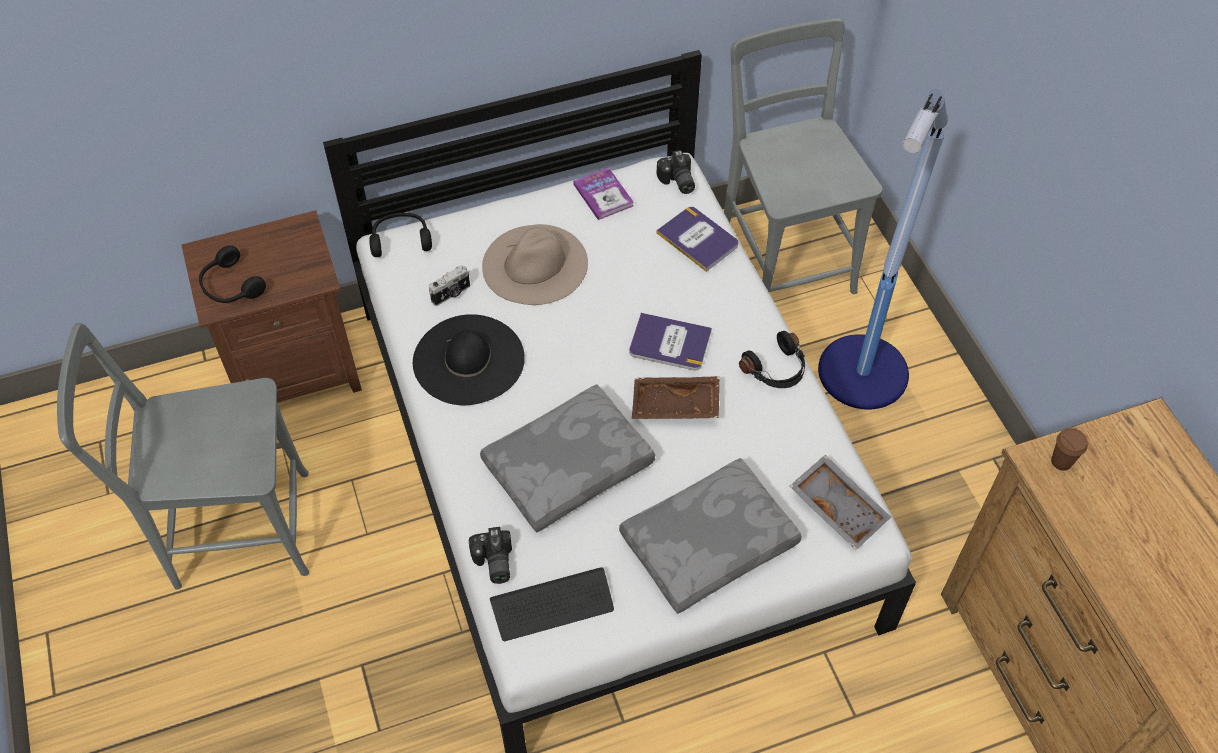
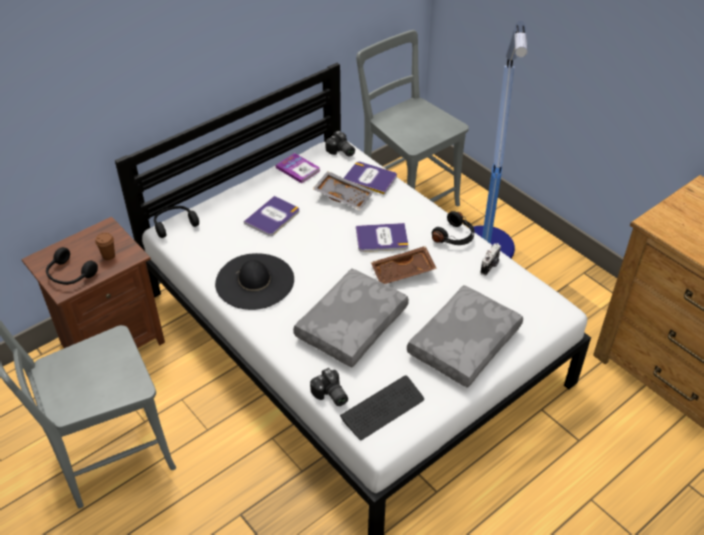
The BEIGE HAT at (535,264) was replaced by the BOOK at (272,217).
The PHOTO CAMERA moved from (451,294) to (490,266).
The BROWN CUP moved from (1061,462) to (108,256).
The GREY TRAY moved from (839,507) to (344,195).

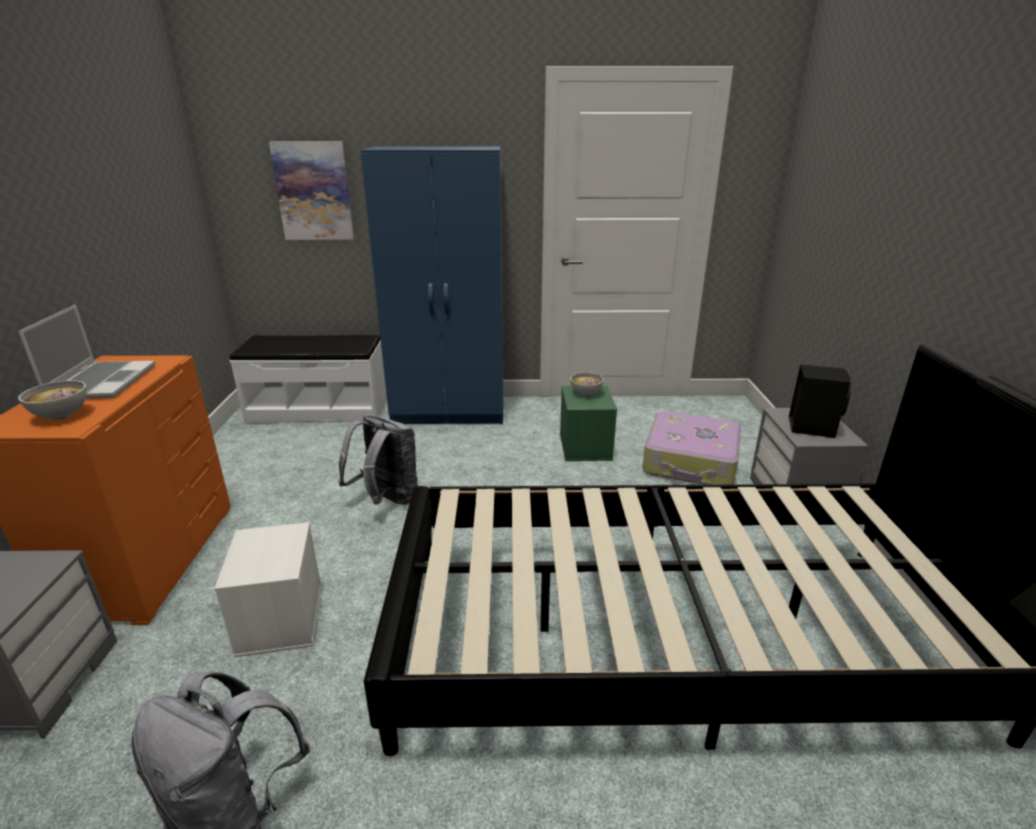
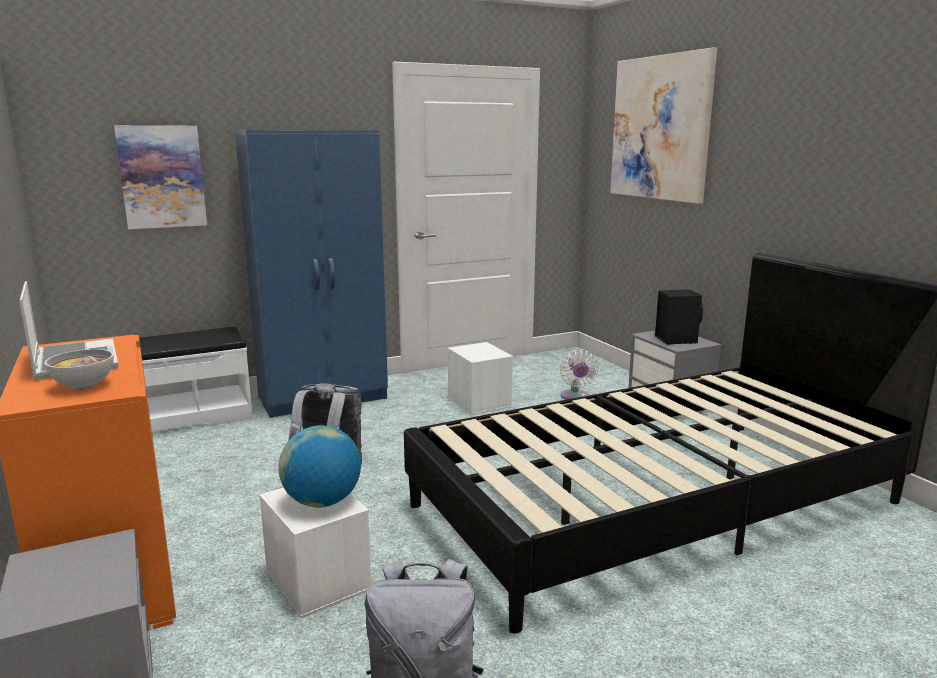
The BOWL at (585,393) disappeared.
The GREEN STORAGE BOX at (584,446) became the WHITE STORAGE BOX at (478,401).
The SUITCASE at (691,462) was replaced by the WHITE FAN at (575,397).
The PICTURE at (660,128) appeared.
The GLOBE at (322,502) appeared.

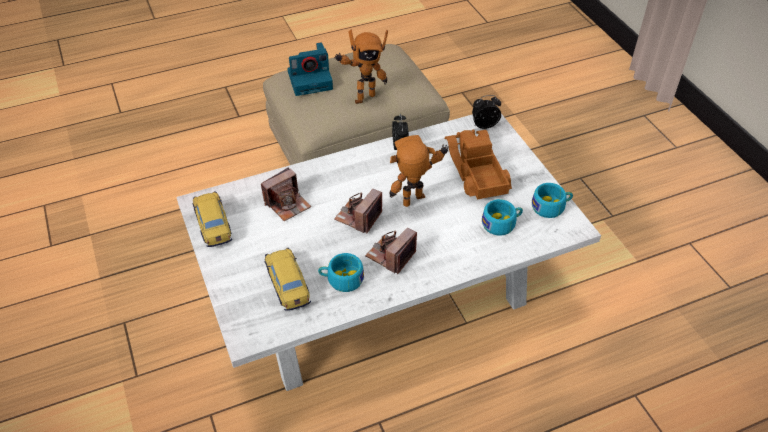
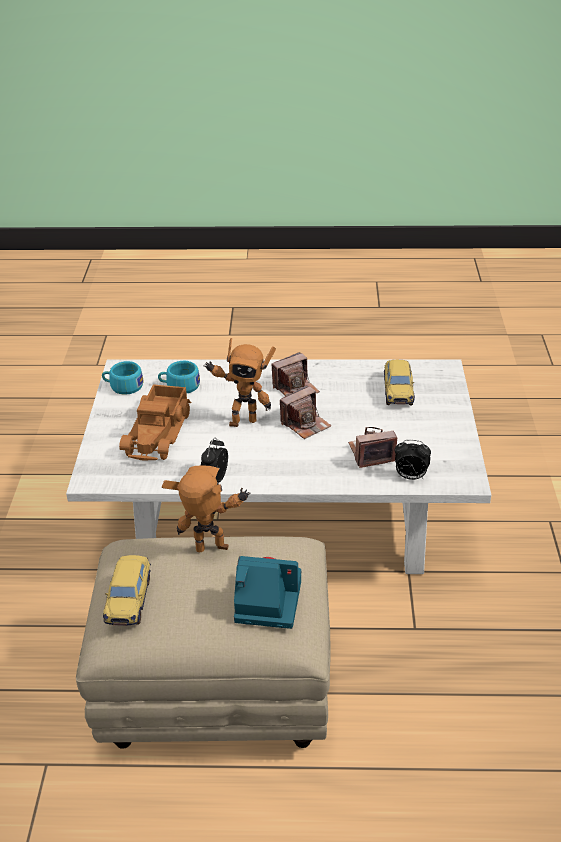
The ALARM CLOCK moved from (484,125) to (410,477).
The TOY CAR moved from (213,226) to (129,599).
The TURQUOISE CUP at (341,279) disappeared.

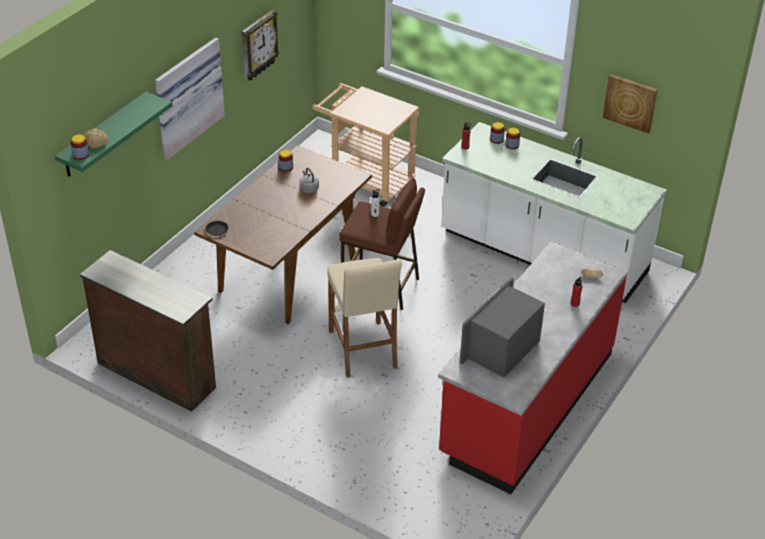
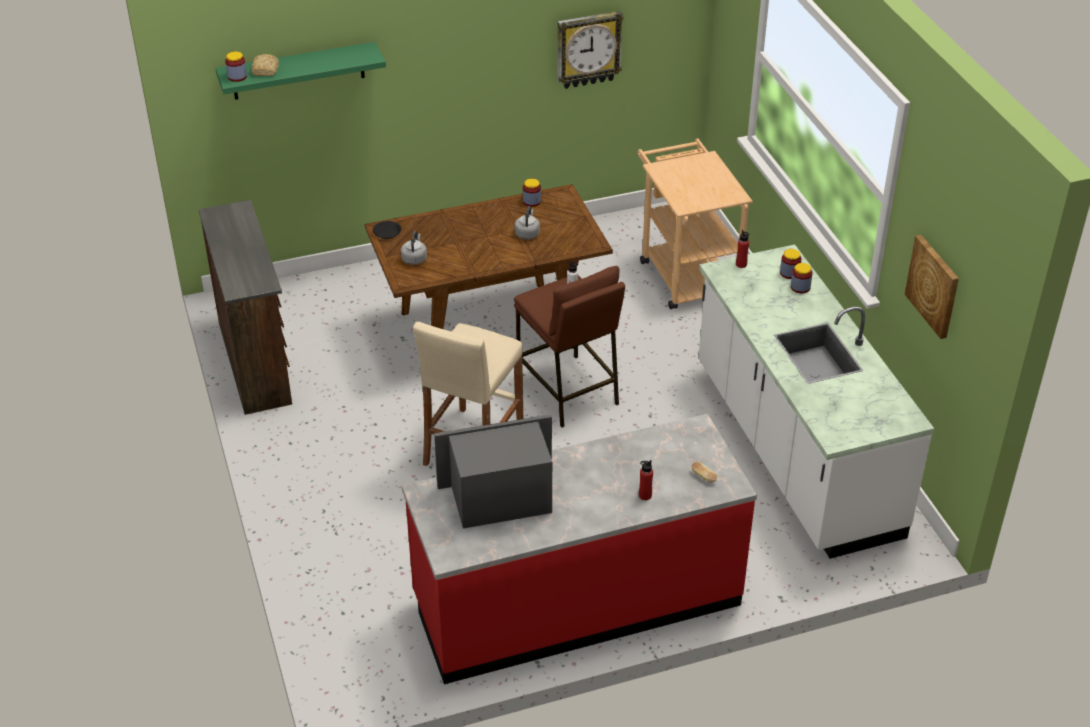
The PICTURE at (187,96) disappeared.
The GREY KETTLE at (414,258) appeared.

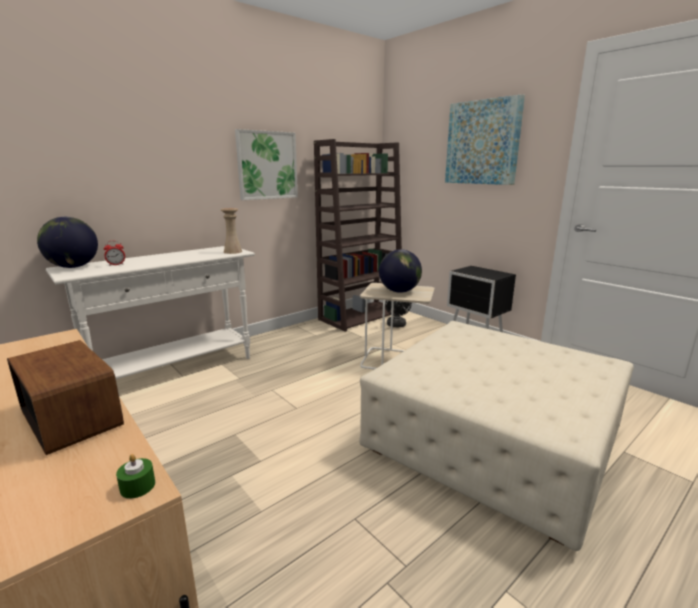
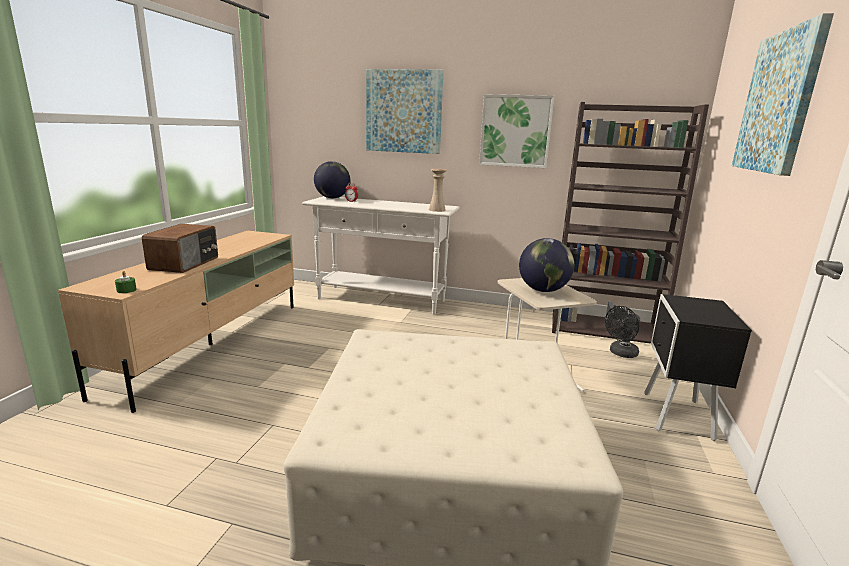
The PICTURE at (404,111) appeared.

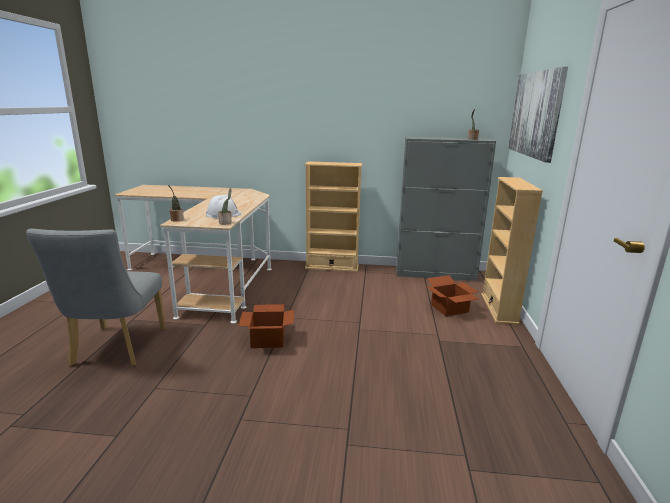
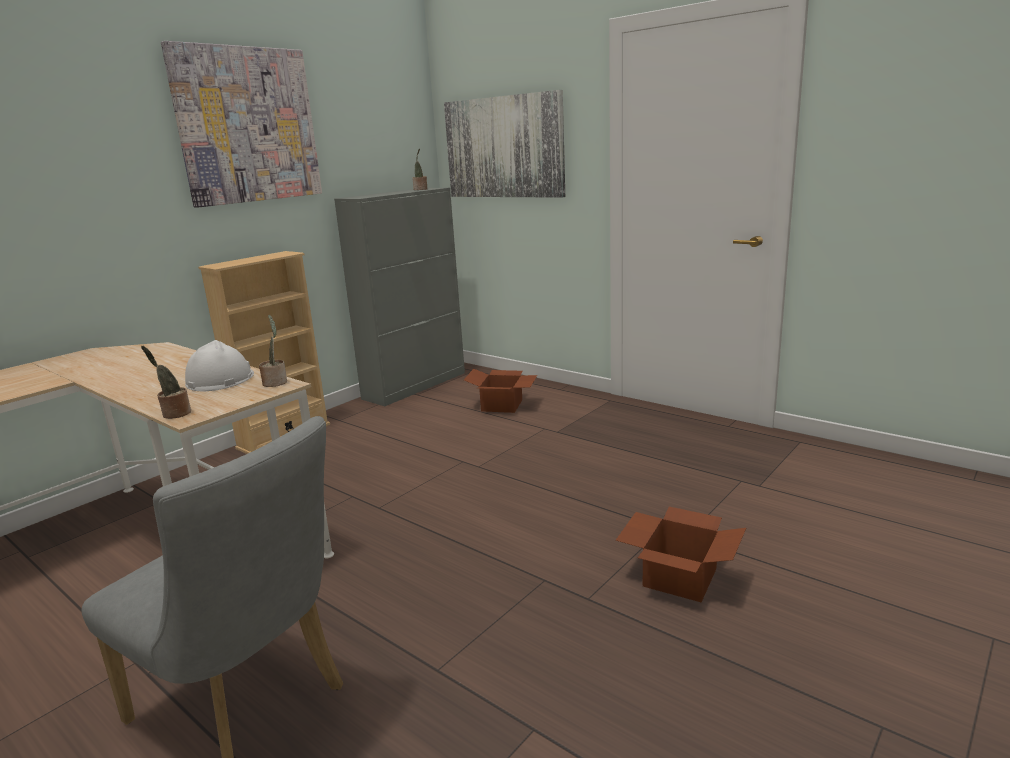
The BEIGE BOOKCASE at (499,308) disappeared.
The CARDBOARD BOX moved from (269,339) to (678,576).
The PICTURE at (247,125) appeared.

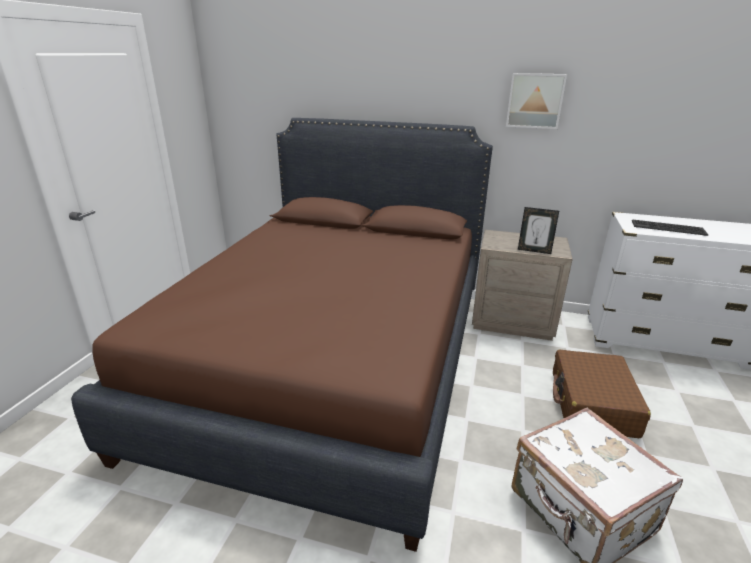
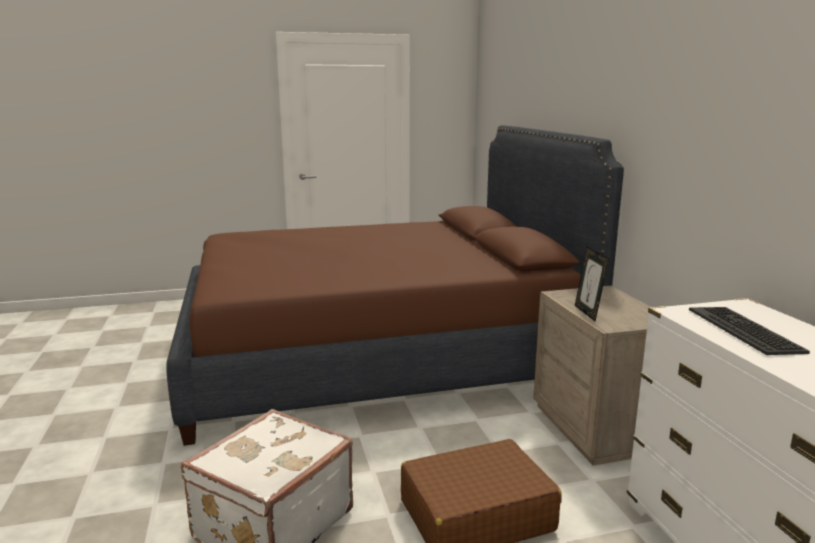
The PICTURE at (535,100) disappeared.

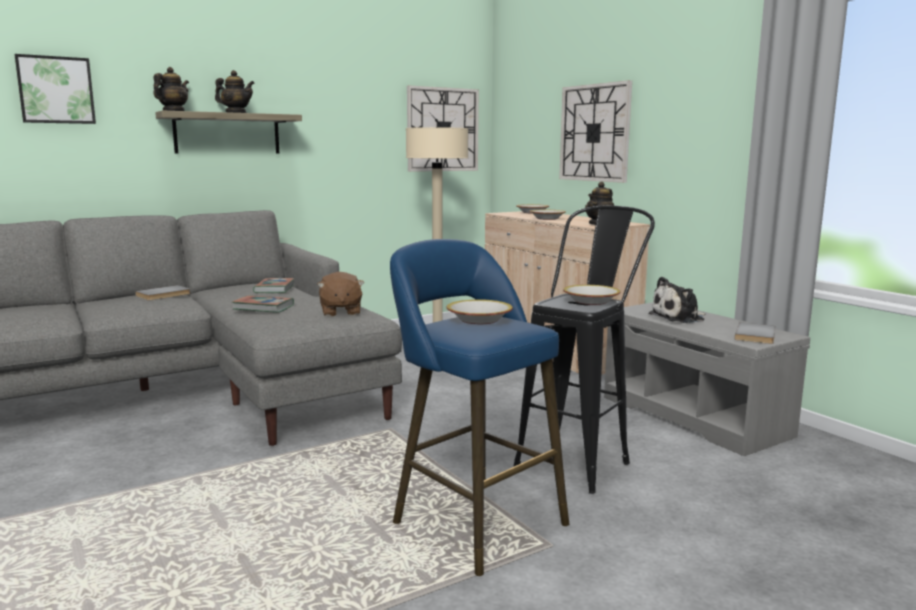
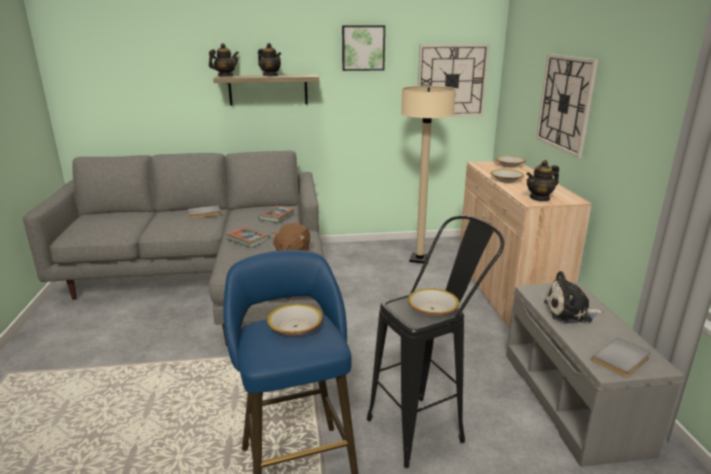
The PICTURE moved from (56,90) to (363,48).

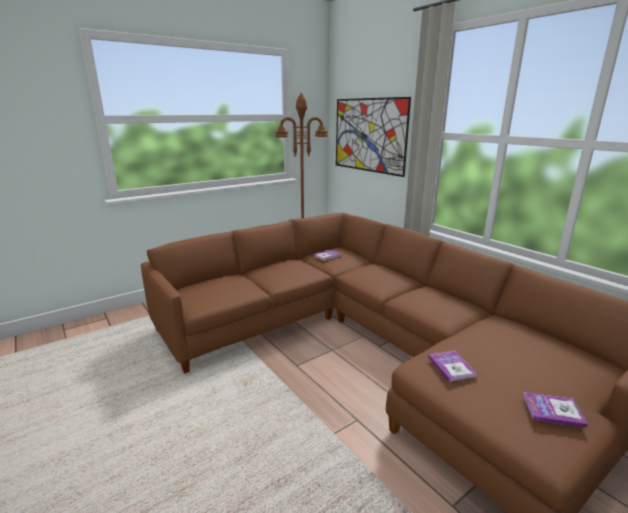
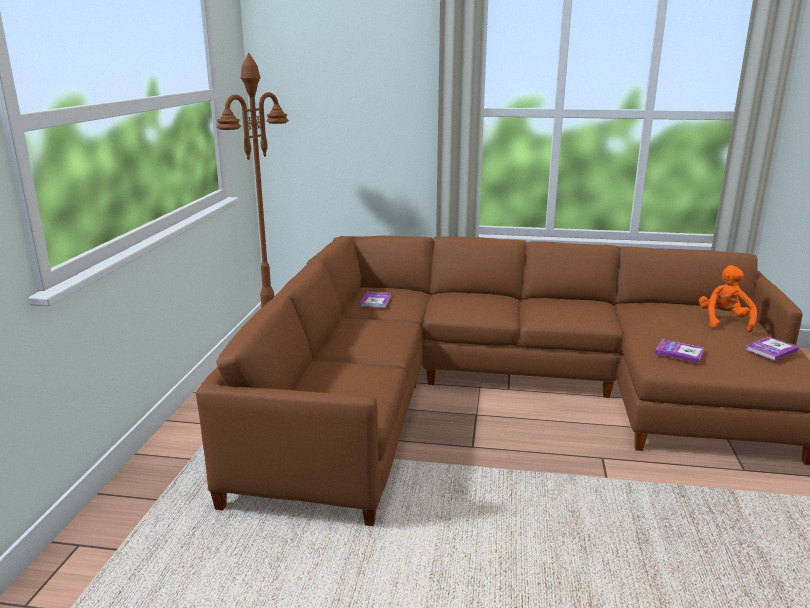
The PICTURE at (369,135) disappeared.
The ORANGE PLUSH TOY at (724,321) appeared.

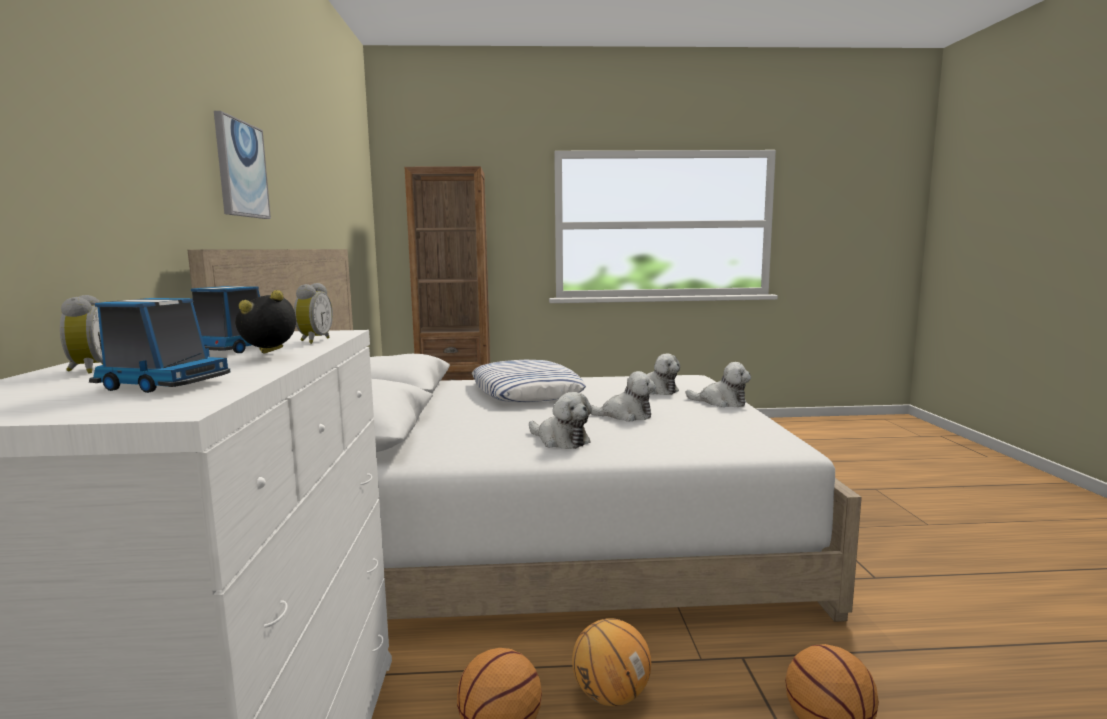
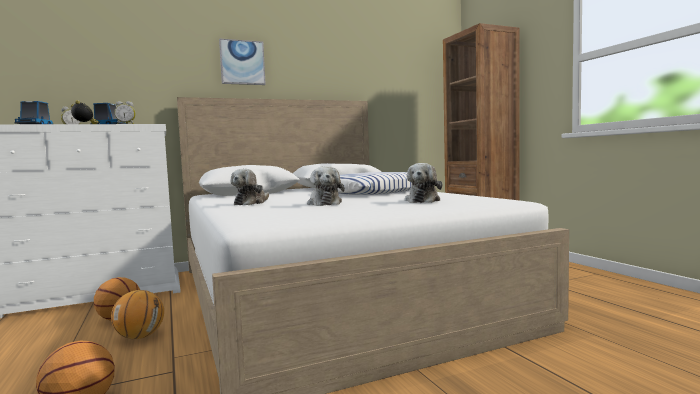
The PLUSH TOY at (721,402) disappeared.

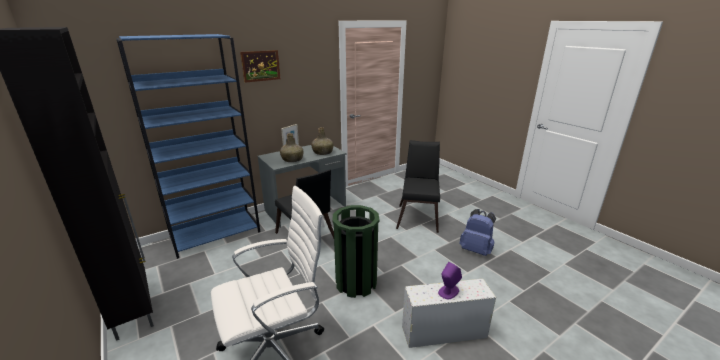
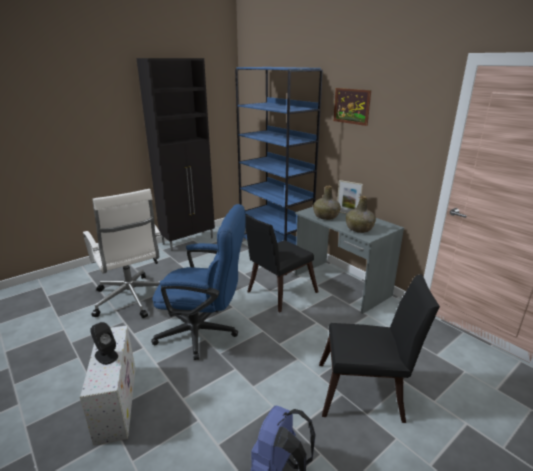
The GREEN TRASH CAN at (356,283) was replaced by the BLUE OFFICE CHAIR at (204,333).
The PURPLE SPEAKER at (448,291) became the BLACK SPEAKER at (106,355).

